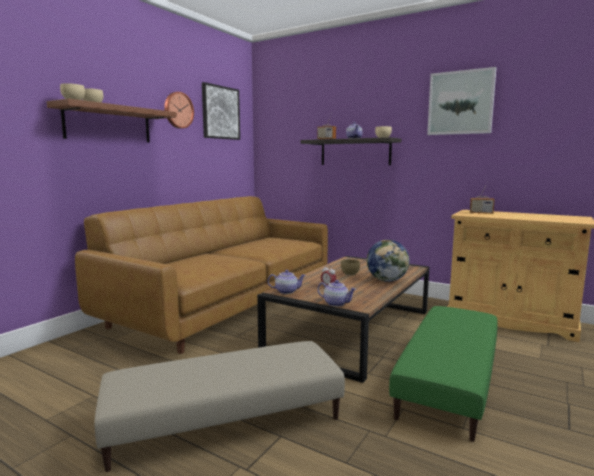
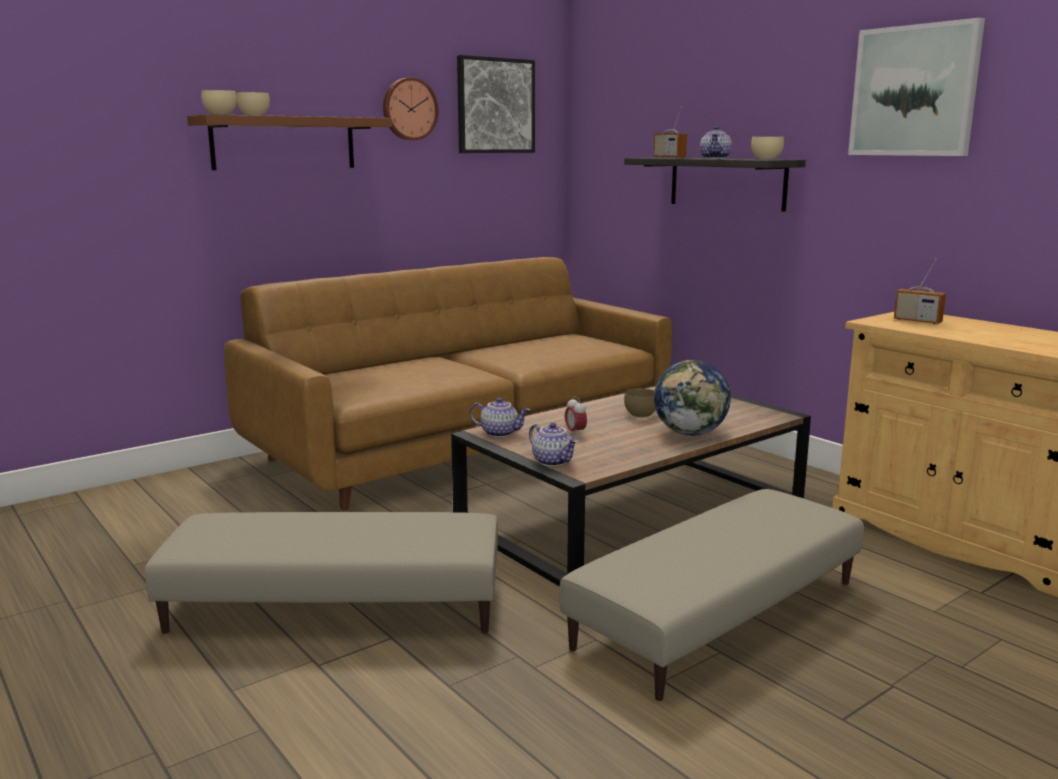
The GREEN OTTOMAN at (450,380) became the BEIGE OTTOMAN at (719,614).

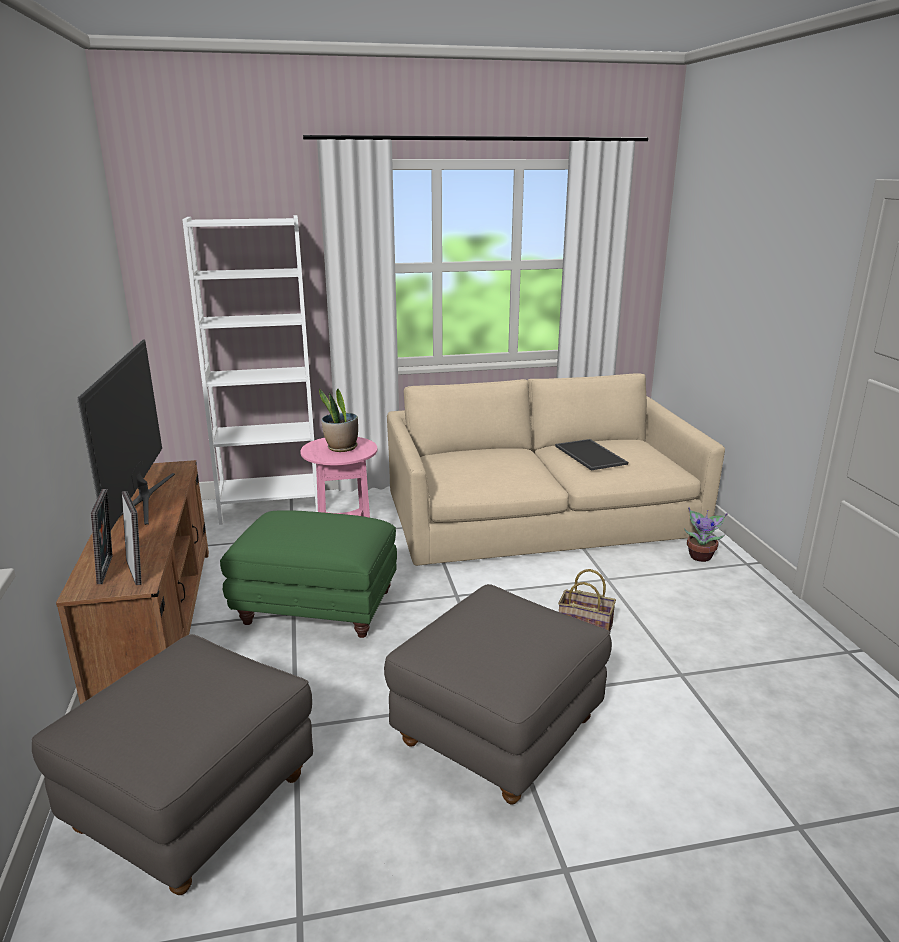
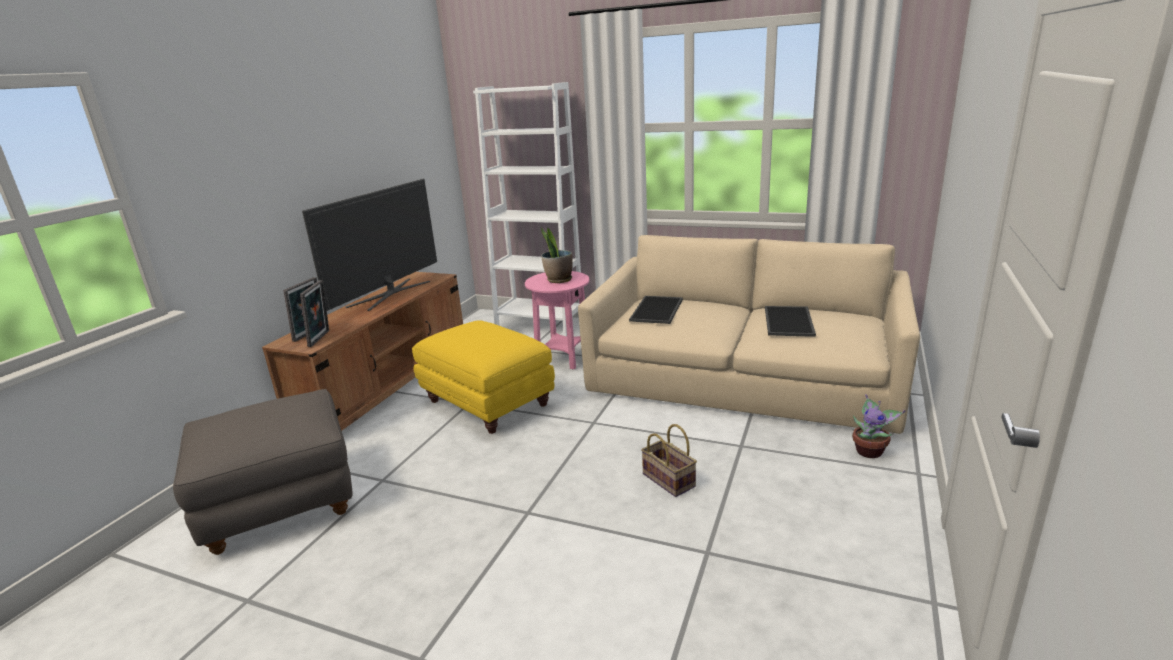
The GREEN OTTOMAN at (315,608) became the YELLOW OTTOMAN at (486,403).
The GREY OTTOMAN at (497,731) disappeared.
The TRAY at (657,310) appeared.

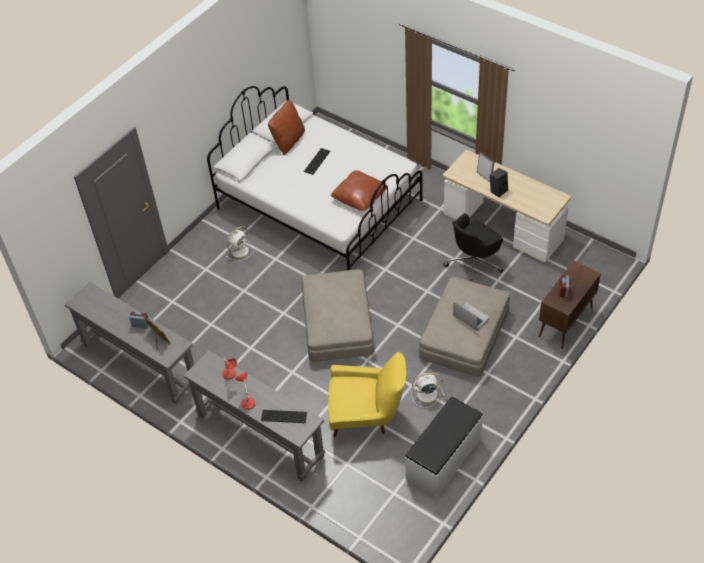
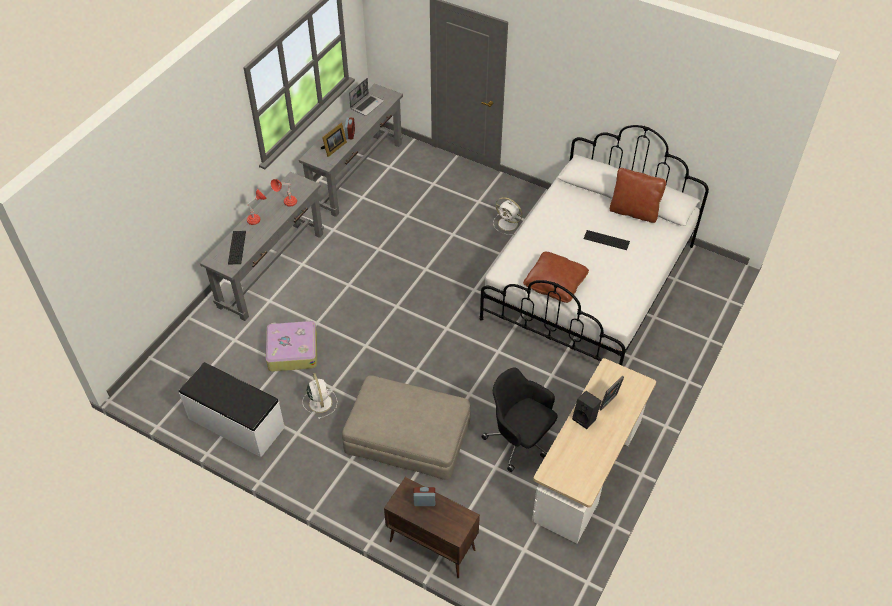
The BEIGE OTTOMAN at (337,323) disappeared.
The LAPTOP moved from (470,317) to (367,105).
The YELLOW ARMCHAIR at (366,416) was replaced by the SUITCASE at (292,351).

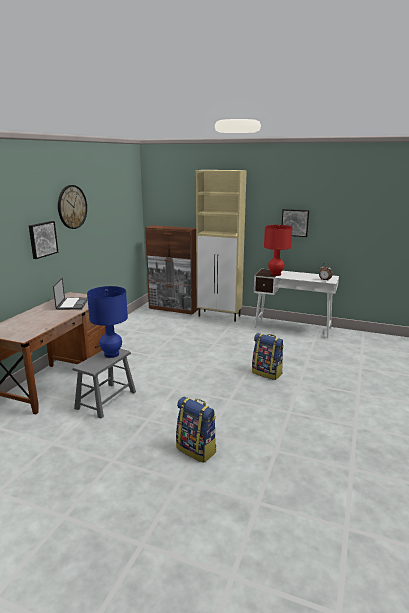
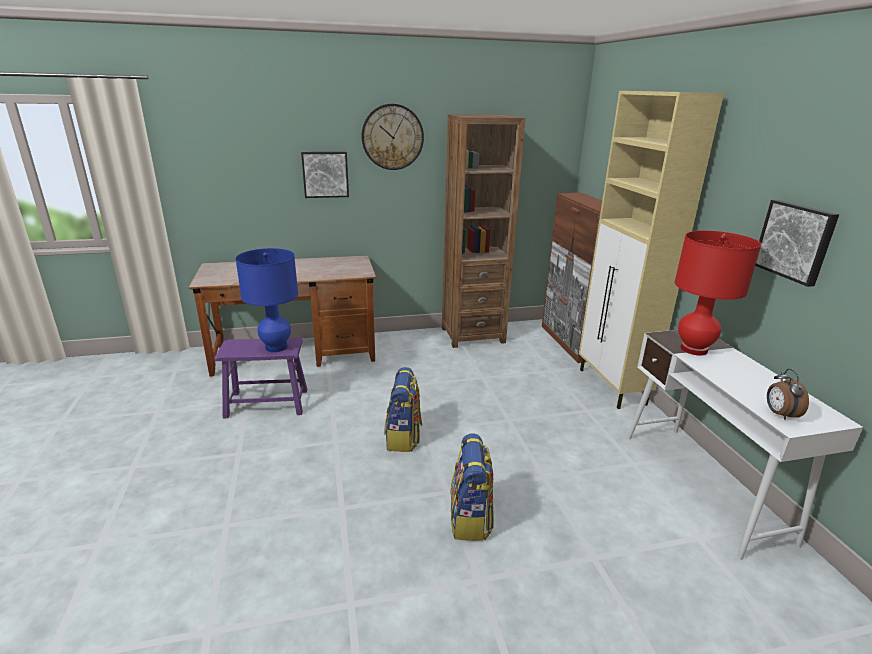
The LAPTOP at (72,304) disappeared.
The GREY STOOL at (106,400) became the PURPLE STOOL at (267,403).
The BACKPACK moved from (197,450) to (404,438).
The BROWN BOOKCASE at (472,335) appeared.

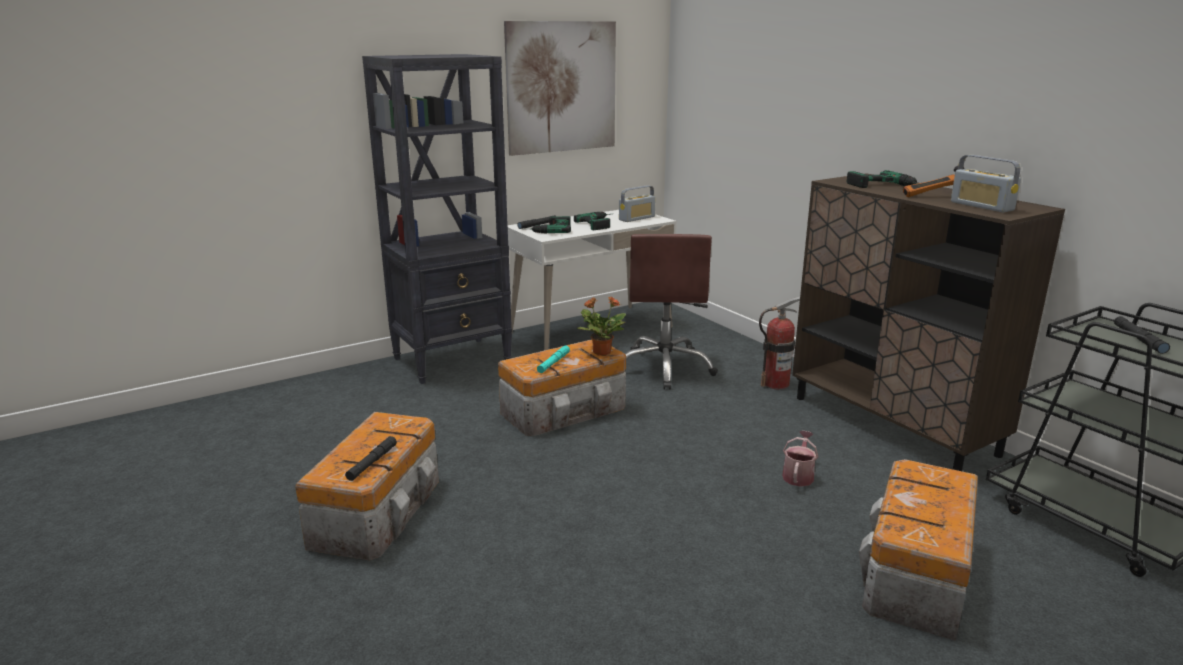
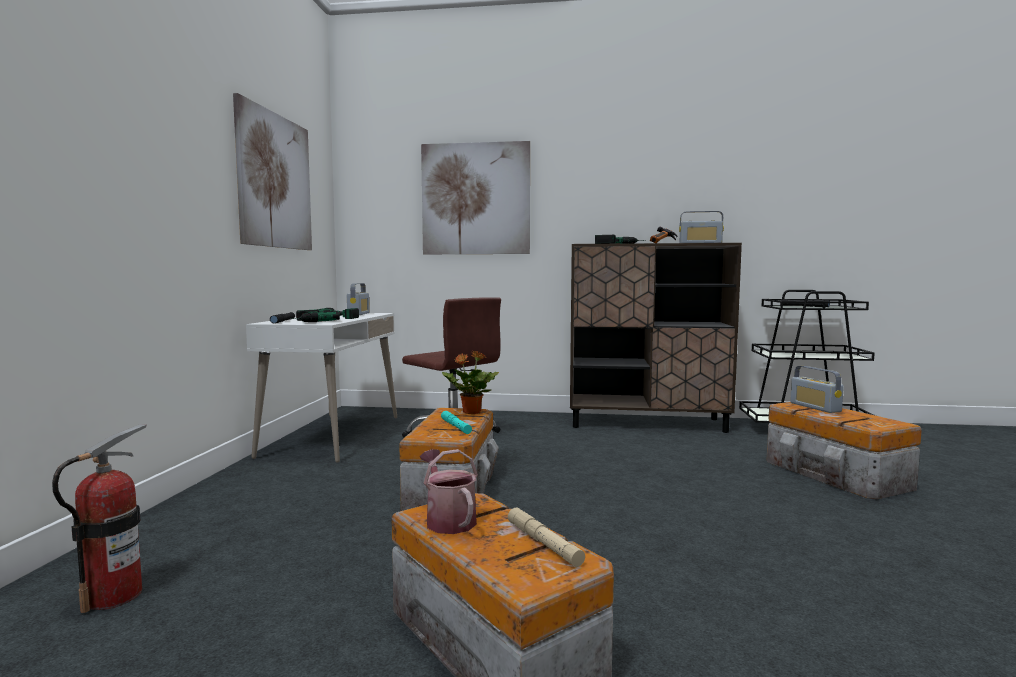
The BLACK BOOKCASE at (453,360) disappeared.
The FIRE EXTINGUISHER moved from (775,383) to (113,596).
The WATERING CAN moved from (798,475) to (448,519).
The BLACK FLASHLIGHT at (372,462) became the BEIGE FLASHLIGHT at (543,543).
The PICTURE at (475,199) appeared.
The RADIO at (815,407) appeared.

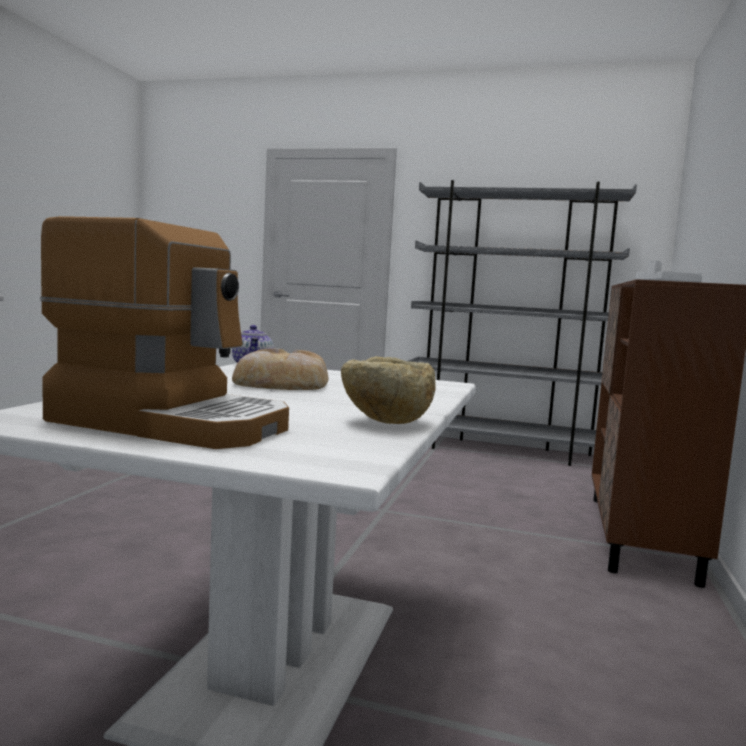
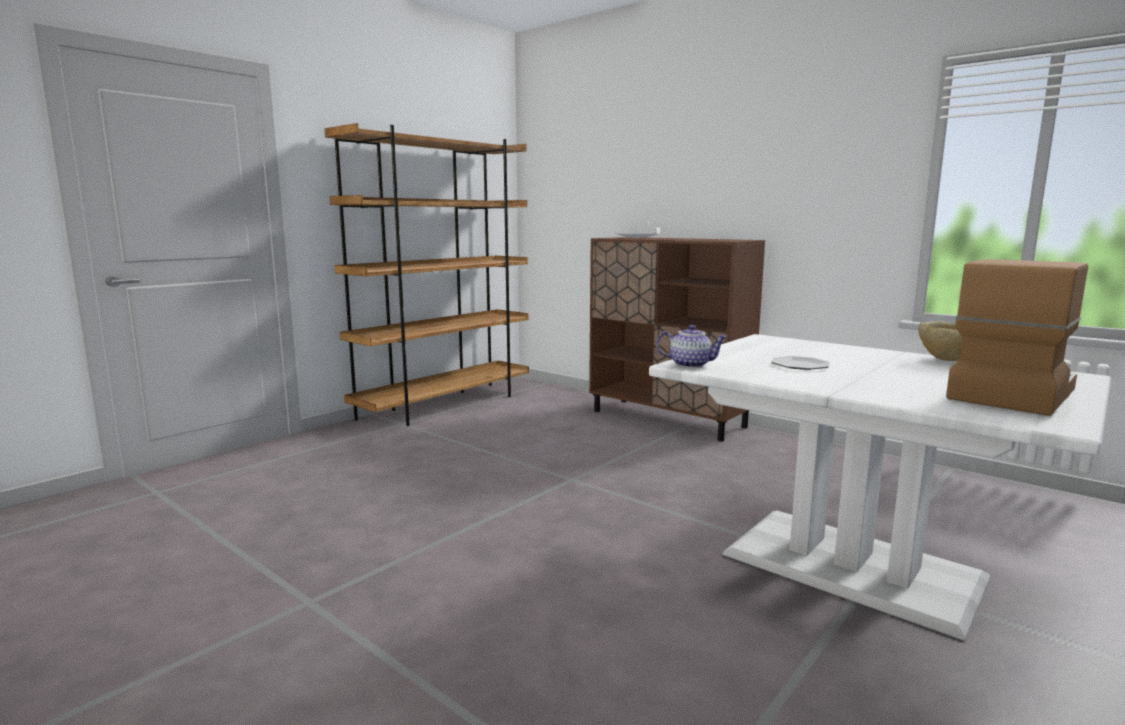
The GREY BOOKCASE at (502,450) became the BROWN BOOKCASE at (445,405).
The BREAD at (280,383) was replaced by the PLATE at (800,365).

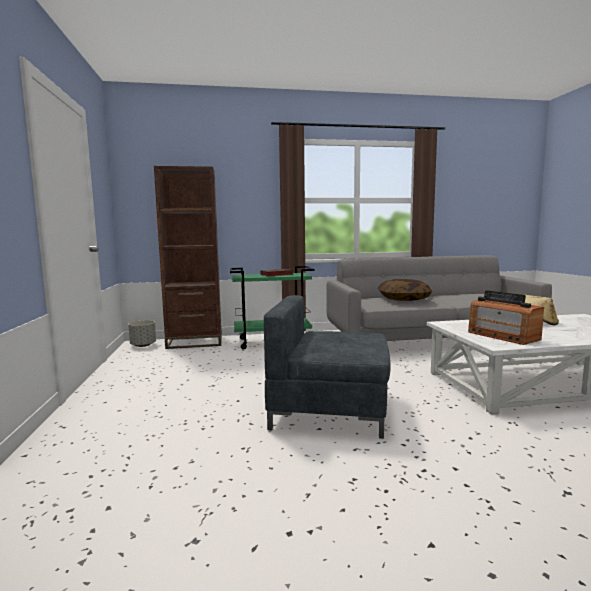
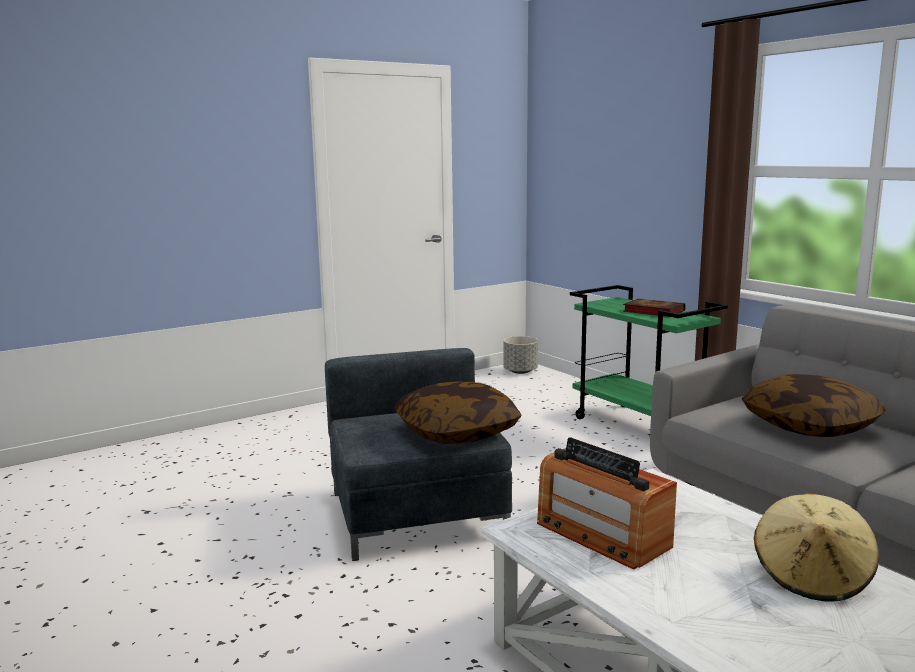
The BROWN BOOKCASE at (195,342) disappeared.
The RADIO at (502,336) turned 75 degrees counterclockwise.
The PILLOW at (457,432) appeared.

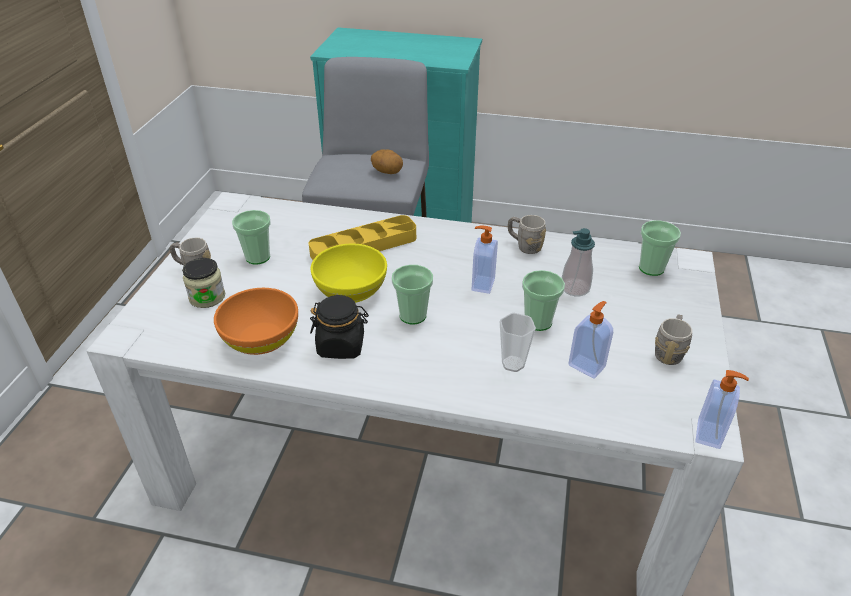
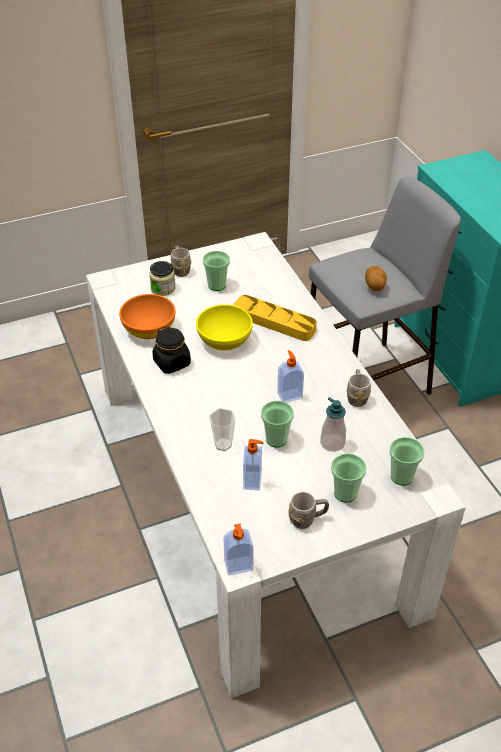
The CUP moved from (413,315) to (345,493).

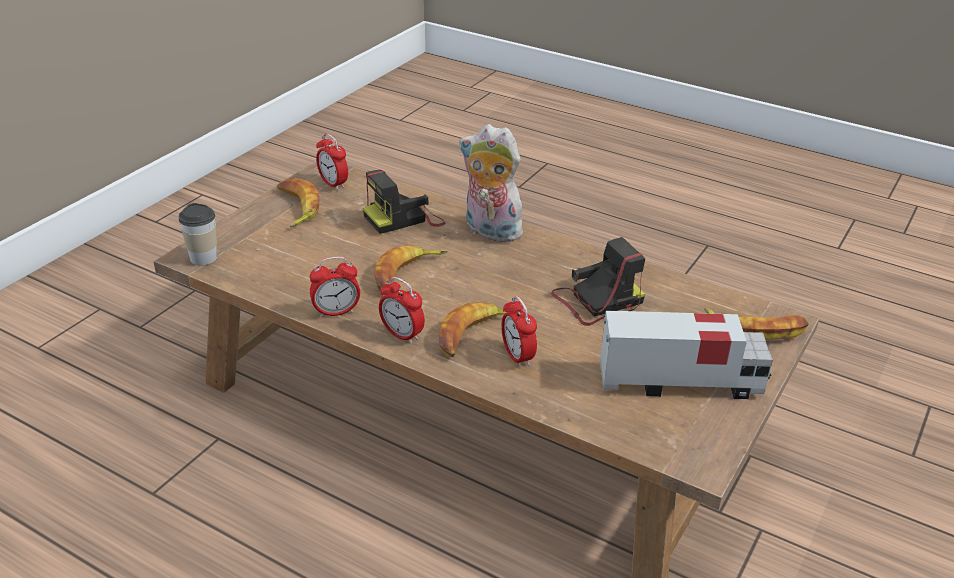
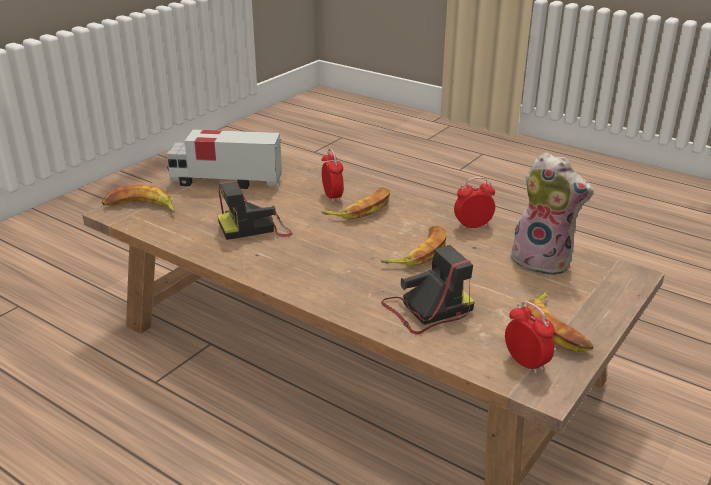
The PLUSH TOY moved from (489,232) to (543,261).
The CUP at (203,258) disappeared.
The ALARM CLOCK at (402,335) disappeared.

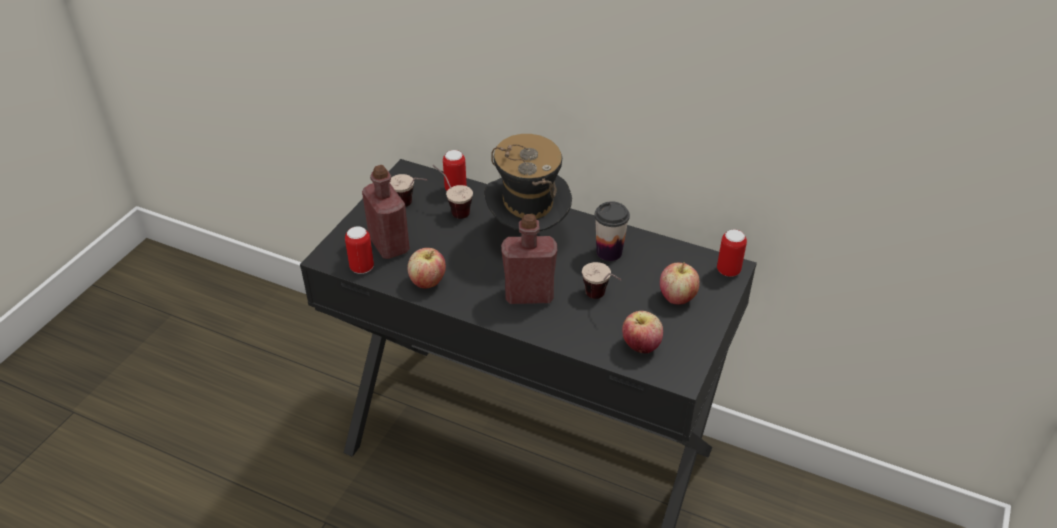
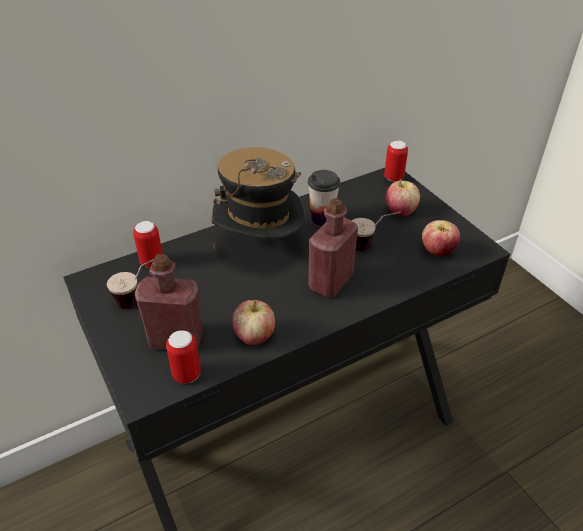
The CUP at (452,209) disappeared.

